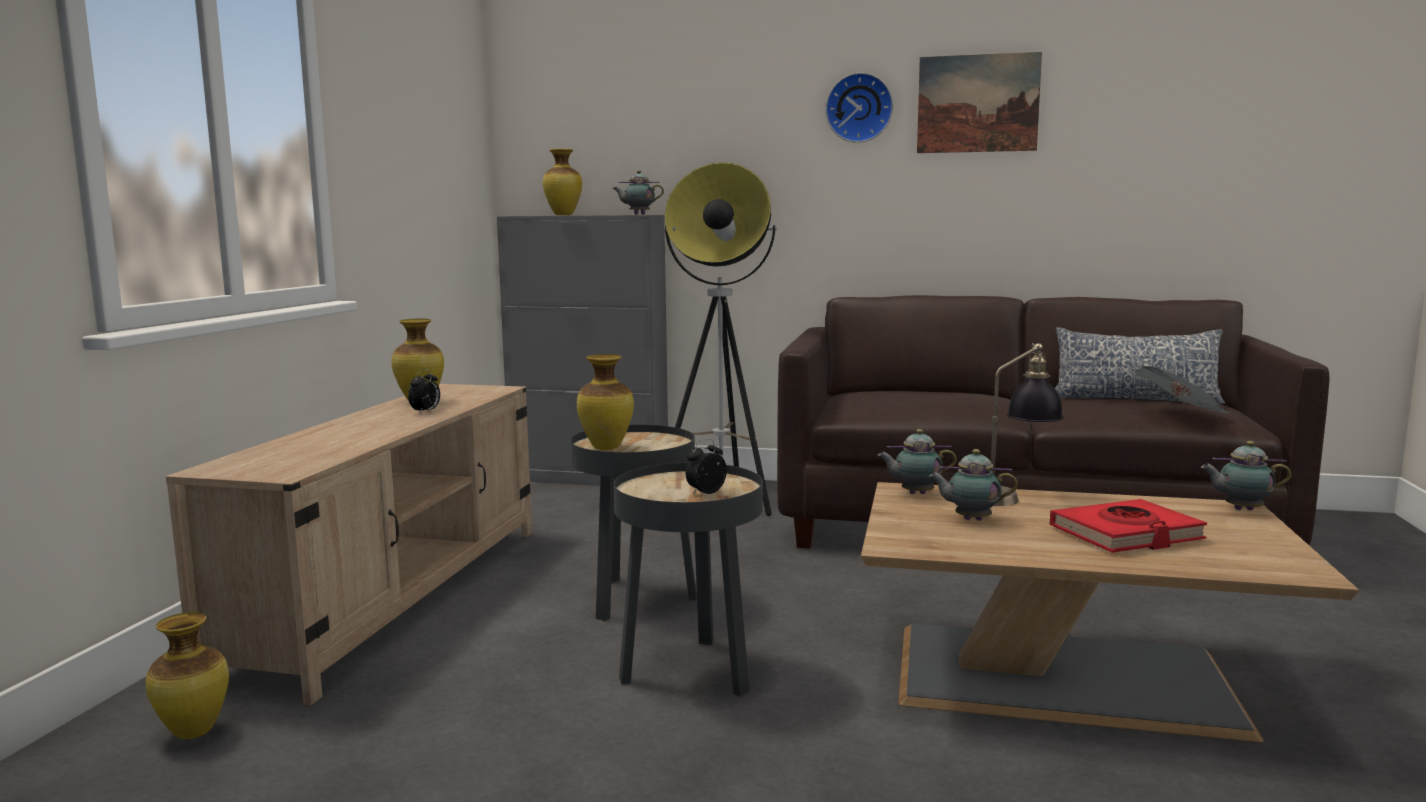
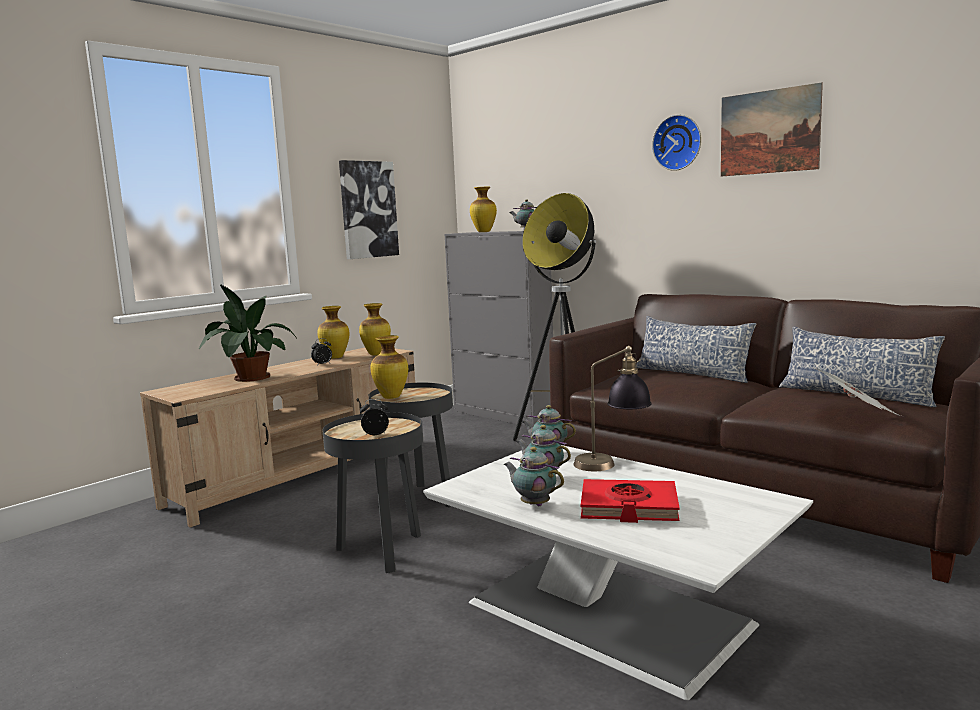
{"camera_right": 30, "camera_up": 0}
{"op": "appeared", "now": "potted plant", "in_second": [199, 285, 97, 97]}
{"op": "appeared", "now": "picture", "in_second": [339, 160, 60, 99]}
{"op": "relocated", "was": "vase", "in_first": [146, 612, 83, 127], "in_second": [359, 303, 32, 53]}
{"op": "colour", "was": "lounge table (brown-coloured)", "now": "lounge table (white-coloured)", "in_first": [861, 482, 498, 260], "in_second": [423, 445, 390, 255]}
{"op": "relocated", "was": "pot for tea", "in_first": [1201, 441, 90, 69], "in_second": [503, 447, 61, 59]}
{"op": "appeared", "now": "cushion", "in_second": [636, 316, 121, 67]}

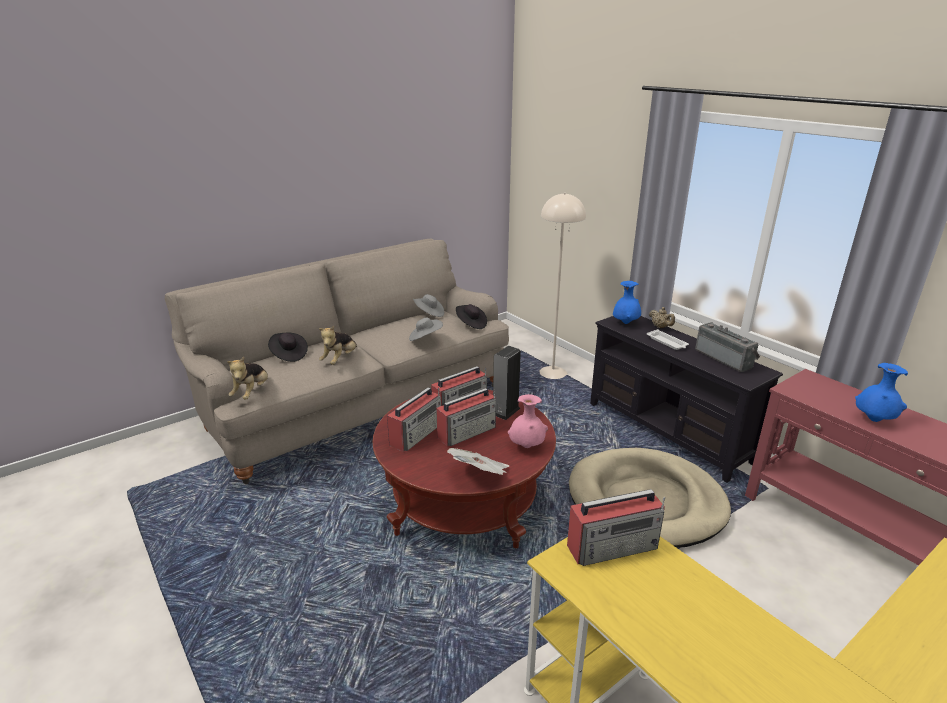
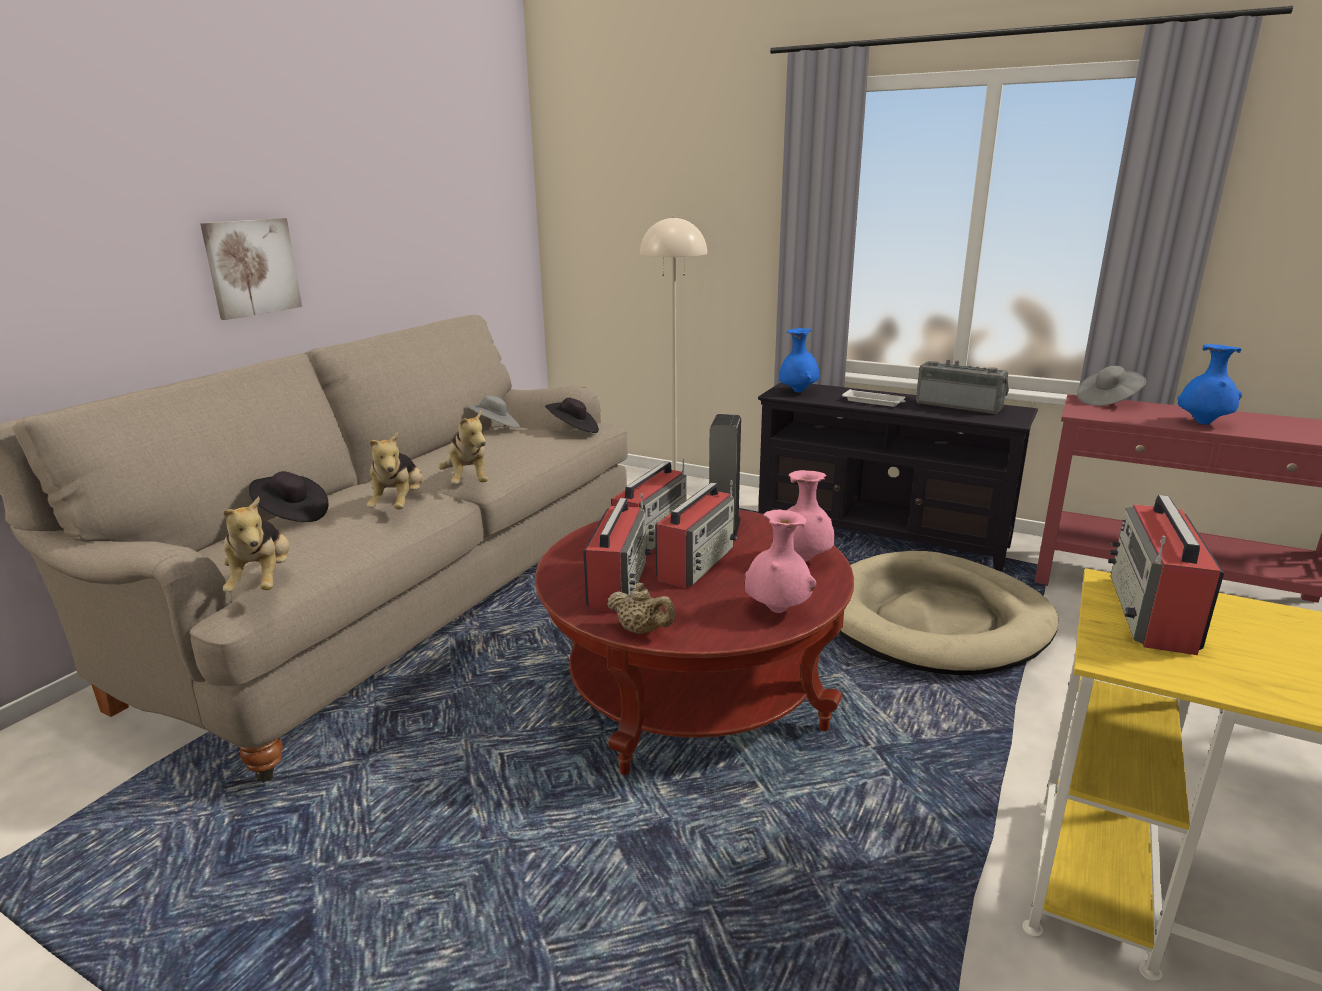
{"camera_right": -25, "camera_up": -5}
{"op": "appeared", "now": "picture", "in_second": [200, 218, 102, 102]}
{"op": "appeared", "now": "cuddly toy", "in_second": [438, 409, 50, 75]}
{"op": "relocated", "was": "pot for tea (sand-coloured)", "in_first": [649, 307, 26, 21], "in_second": [607, 583, 68, 51]}
{"op": "exchanged", "was": "daily paper", "now": "vase (pinkish)", "in_first": [447, 448, 62, 27], "in_second": [745, 510, 71, 103]}
{"op": "relocated", "was": "wearable hat (grey)", "in_first": [409, 318, 34, 23], "in_second": [1077, 366, 69, 40]}
{"op": "spun", "was": "radio", "in_first": [567, 489, 98, 77], "in_second": [1108, 495, 116, 160], "clockwise": 150}

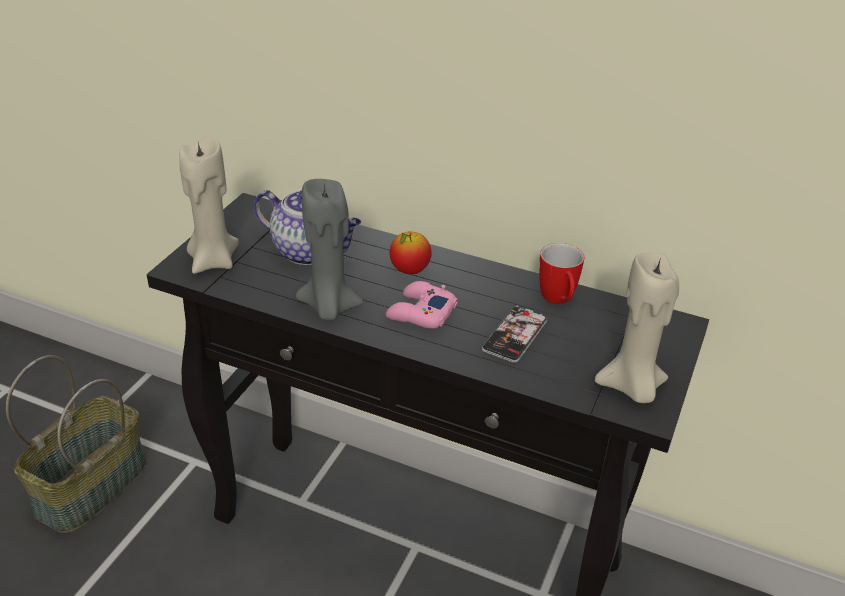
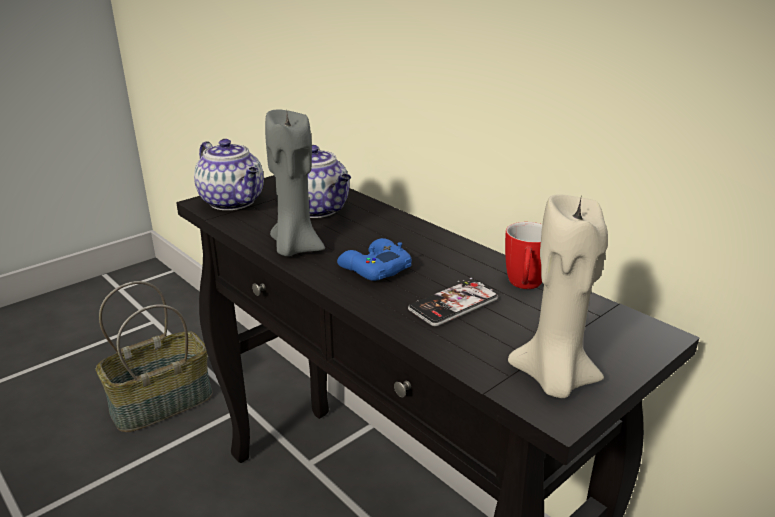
{"camera_right": 25, "camera_up": -10}
{"op": "exchanged", "was": "candle (sand-coloured)", "now": "pot for tea", "in_first": [179, 136, 60, 138], "in_second": [194, 139, 70, 71]}
{"op": "colour", "was": "joypad (pinkish)", "now": "joypad (blue-coloured)", "in_first": [386, 281, 72, 48], "in_second": [337, 238, 75, 43]}
{"op": "missing", "was": "whole apple", "in_first": [390, 231, 42, 43]}

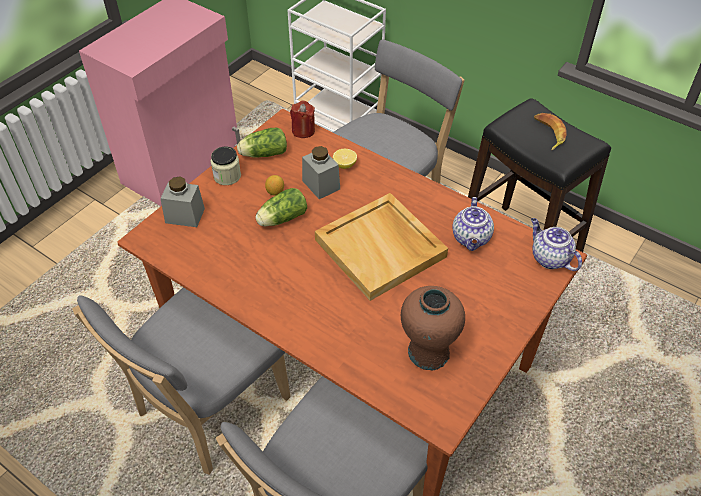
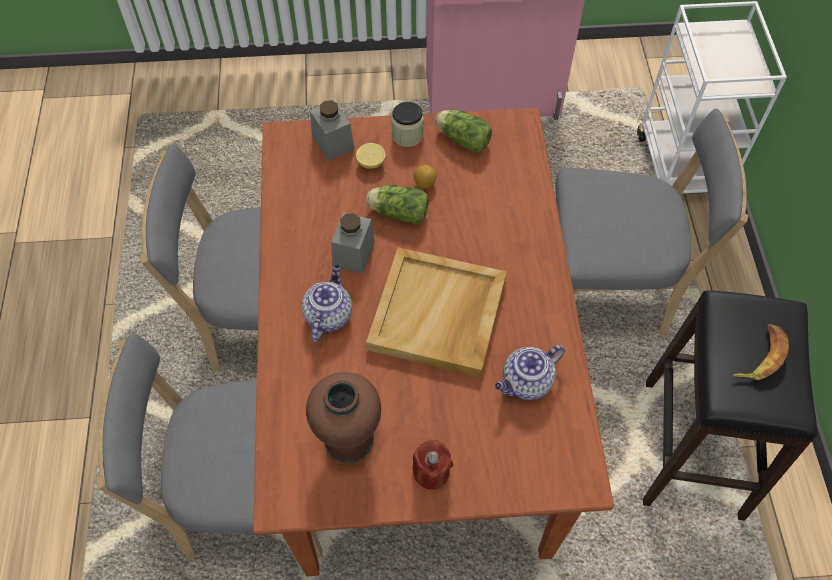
{"camera_right": 50, "camera_up": 10}
{"op": "relocated", "was": "pot for tea", "in_first": [531, 218, 51, 53], "in_second": [302, 264, 50, 78]}
{"op": "relocated", "was": "jar (grey)", "in_first": [302, 146, 38, 53], "in_second": [331, 213, 44, 61]}
{"op": "relocated", "was": "lemon", "in_first": [333, 149, 24, 20], "in_second": [356, 143, 29, 26]}
{"op": "relocated", "was": "candle (reddish)", "in_first": [290, 100, 25, 38], "in_second": [412, 440, 41, 49]}

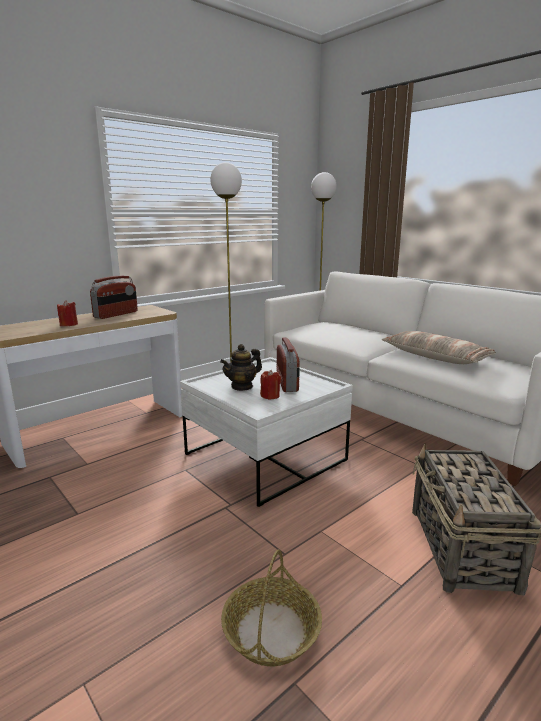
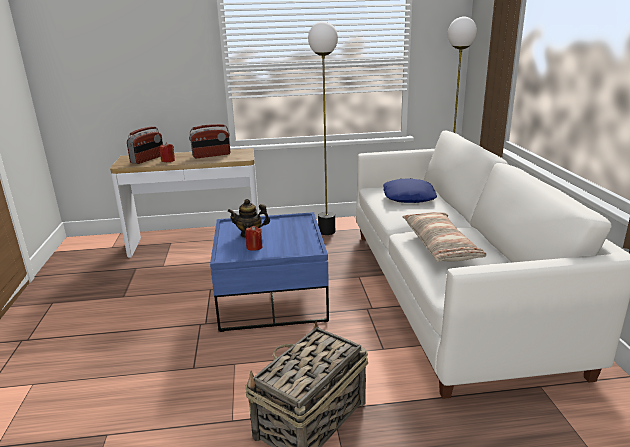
{"camera_right": 35, "camera_up": 5}
{"op": "relocated", "was": "radio", "in_first": [276, 337, 24, 55], "in_second": [127, 126, 36, 38]}
{"op": "colour", "was": "lounge table (white-coloured)", "now": "lounge table (blue-coloured)", "in_first": [180, 357, 173, 150], "in_second": [210, 212, 119, 120]}
{"op": "appeared", "now": "cushion (blue-coloured)", "in_second": [383, 178, 54, 25]}
{"op": "missing", "was": "storage basket", "in_first": [221, 550, 101, 116]}

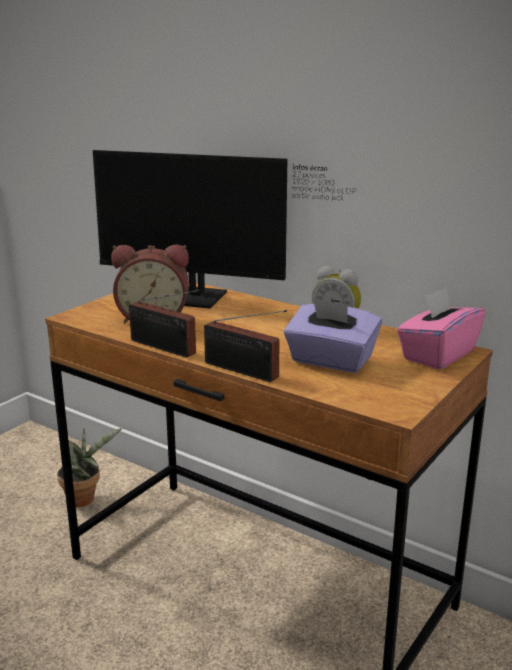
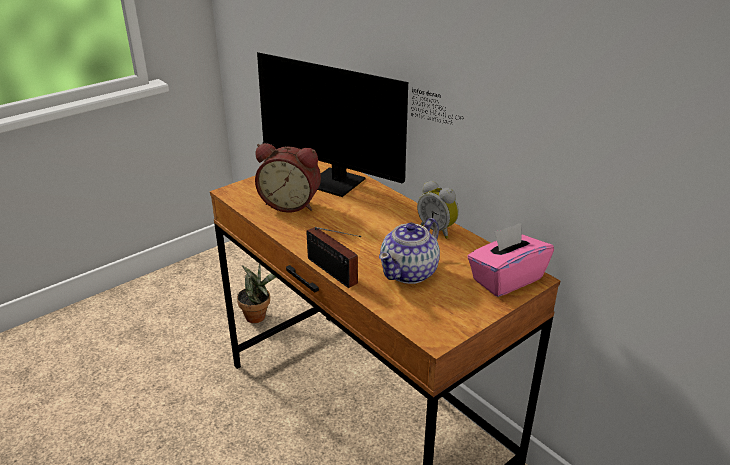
{"camera_right": 15, "camera_up": 10}
{"op": "exchanged", "was": "tissue box (purple-coloured)", "now": "pot for tea", "in_first": [284, 298, 98, 75], "in_second": [379, 218, 61, 66]}
{"op": "missing", "was": "radio", "in_first": [129, 290, 71, 68]}

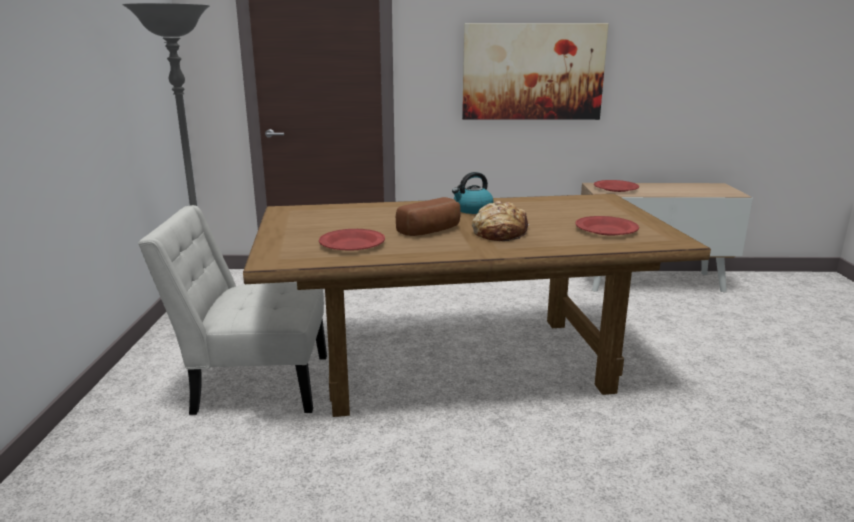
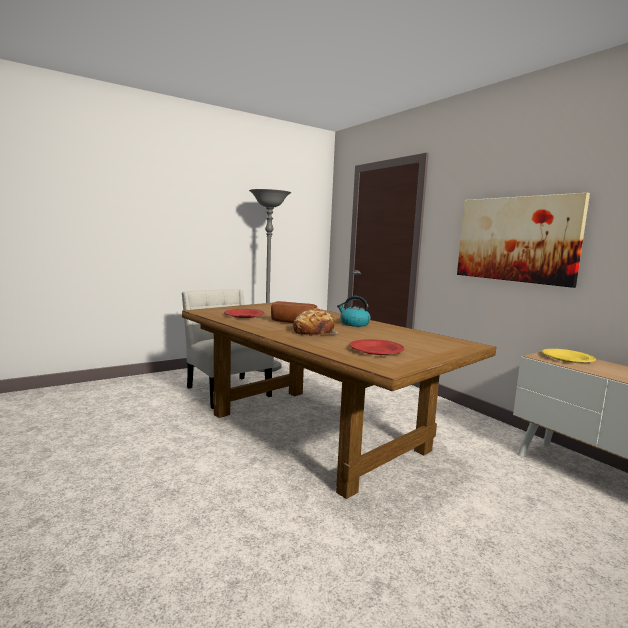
{"camera_right": 55, "camera_up": -10}
{"op": "colour", "was": "flat dish (reddish)", "now": "flat dish (yellow)", "in_first": [594, 180, 45, 12], "in_second": [542, 349, 54, 14]}

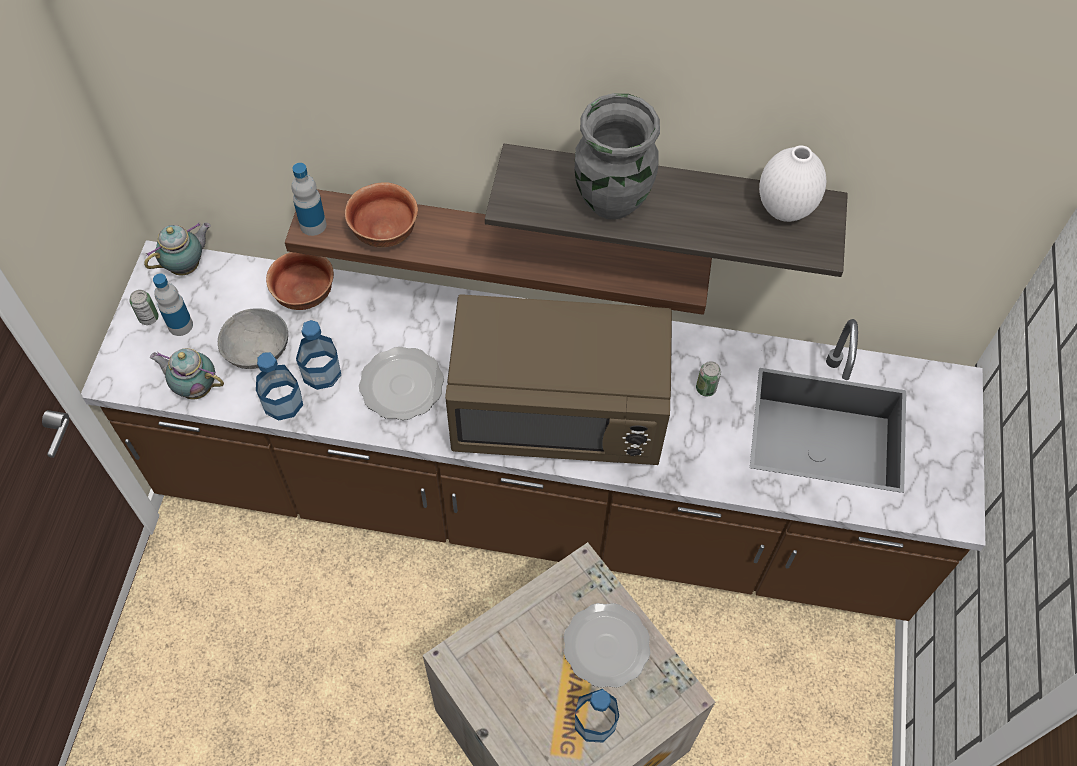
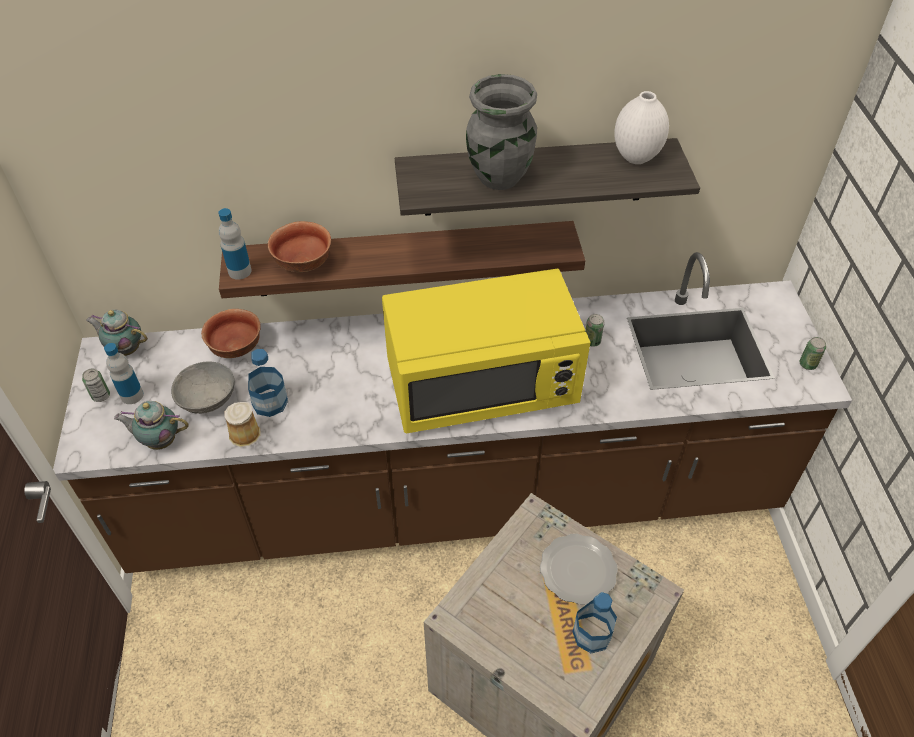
{"camera_right": -15, "camera_up": -10}
{"op": "spun", "was": "pot for tea", "in_first": [144, 222, 67, 53], "in_second": [86, 310, 62, 46], "clockwise": -105}
{"op": "exchanged", "was": "drink bottle", "now": "tea mug", "in_first": [256, 352, 47, 69], "in_second": [225, 402, 35, 45]}
{"op": "colour", "was": "microwave (brown-coloured)", "now": "microwave (yellow)", "in_first": [445, 294, 227, 171], "in_second": [382, 269, 209, 164]}
{"op": "appeared", "now": "can", "in_second": [799, 337, 27, 33]}
{"op": "missing", "was": "flat dish", "in_first": [359, 347, 85, 73]}

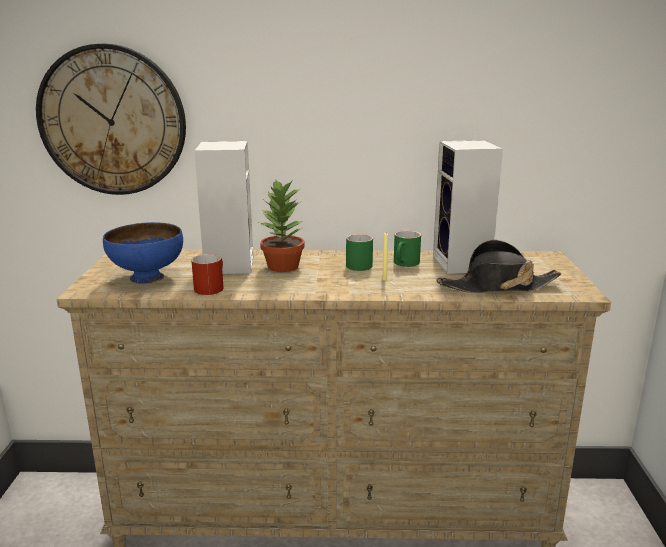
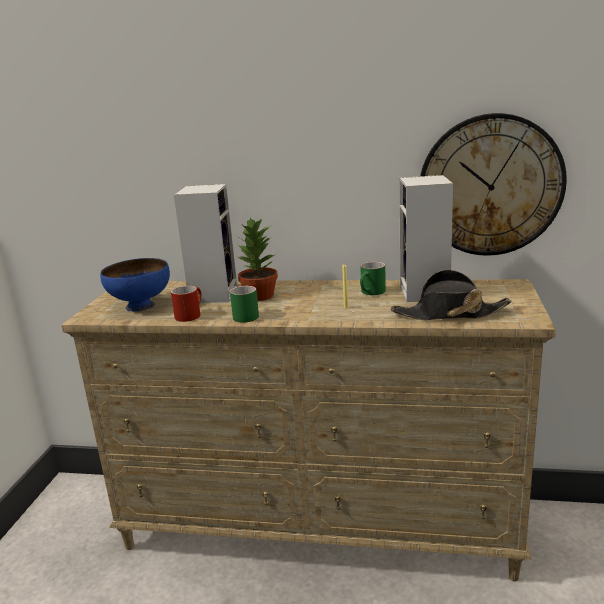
{"camera_right": 10, "camera_up": 0}
{"op": "relocated", "was": "tea mug (green)", "in_first": [346, 234, 27, 37], "in_second": [230, 286, 29, 37]}
{"op": "relocated", "was": "wall clock", "in_first": [36, 44, 150, 151], "in_second": [420, 113, 147, 143]}

